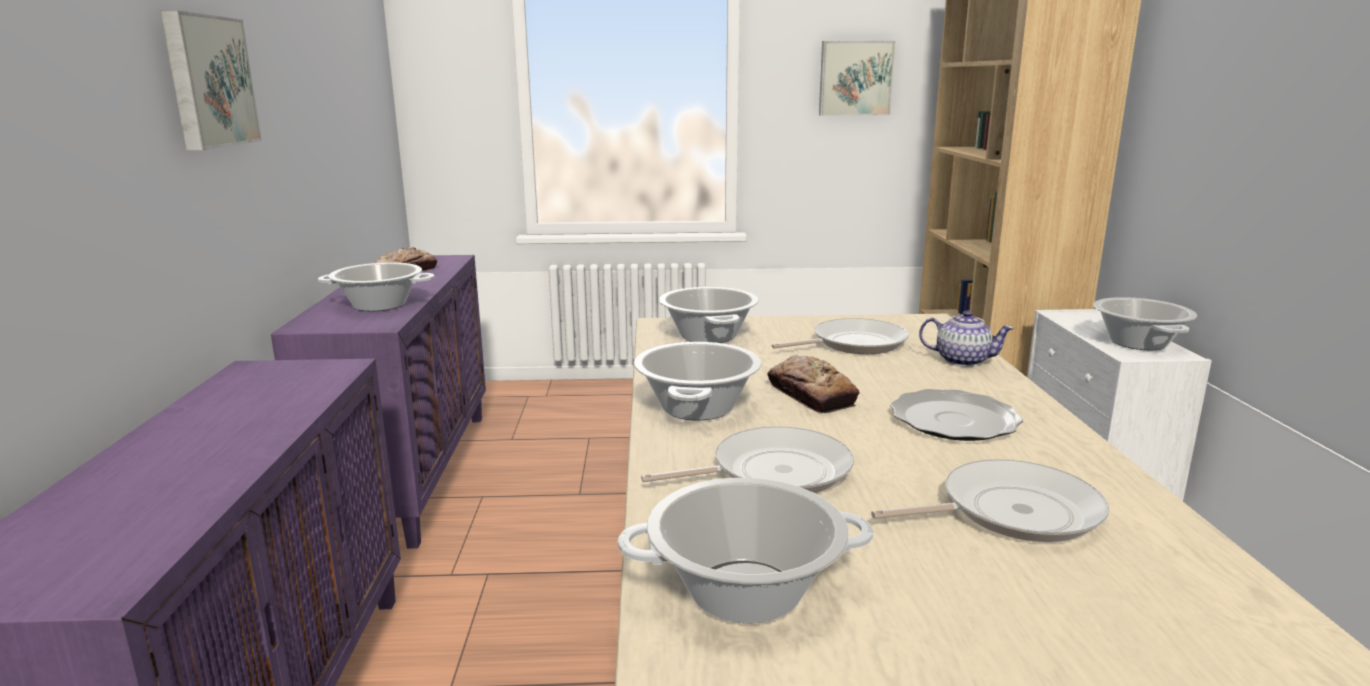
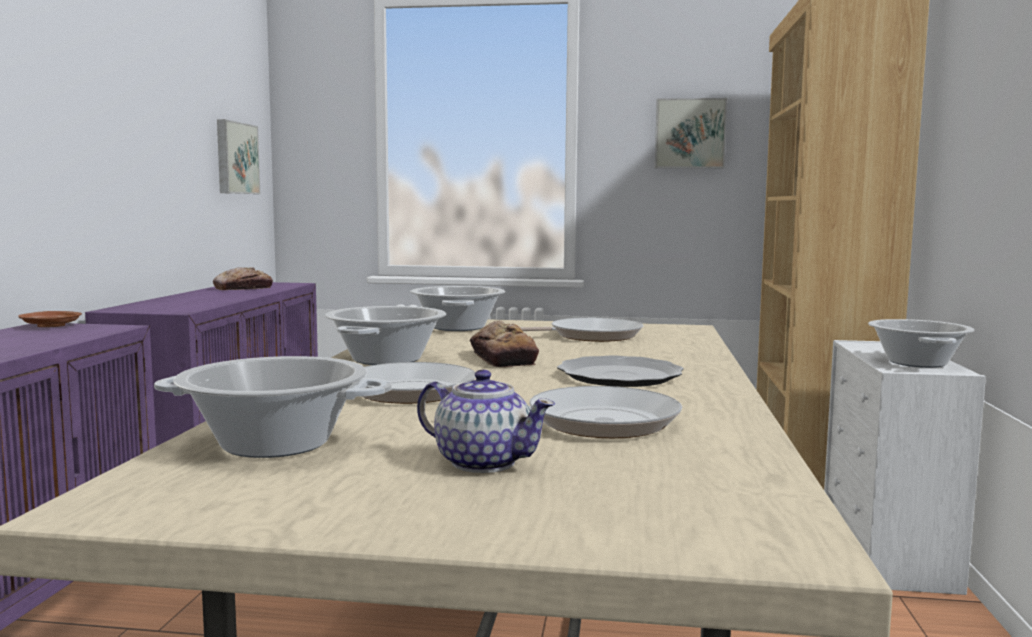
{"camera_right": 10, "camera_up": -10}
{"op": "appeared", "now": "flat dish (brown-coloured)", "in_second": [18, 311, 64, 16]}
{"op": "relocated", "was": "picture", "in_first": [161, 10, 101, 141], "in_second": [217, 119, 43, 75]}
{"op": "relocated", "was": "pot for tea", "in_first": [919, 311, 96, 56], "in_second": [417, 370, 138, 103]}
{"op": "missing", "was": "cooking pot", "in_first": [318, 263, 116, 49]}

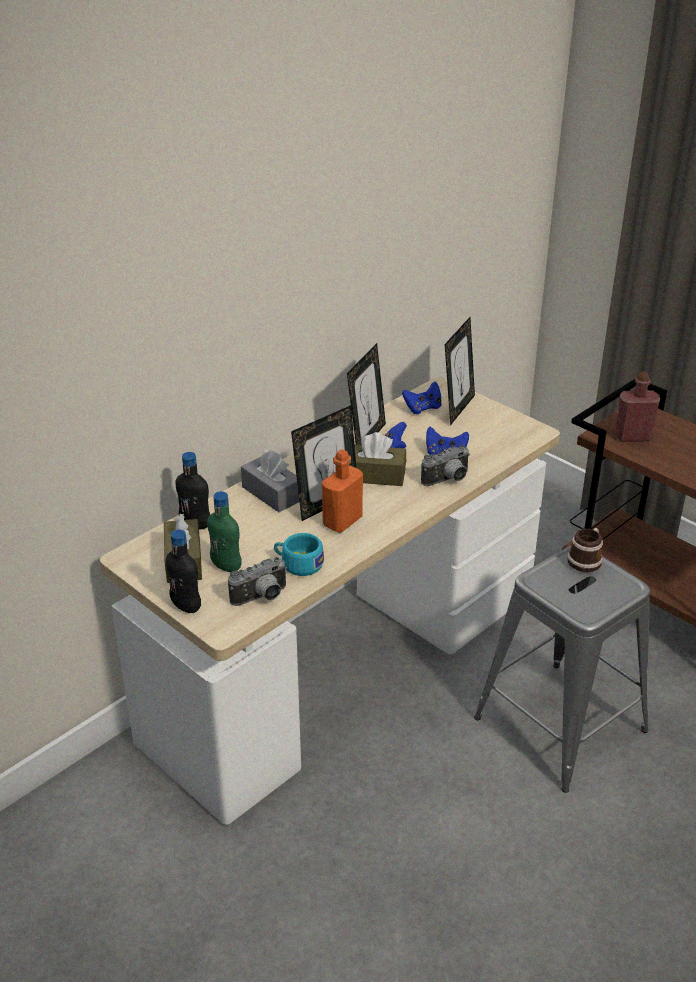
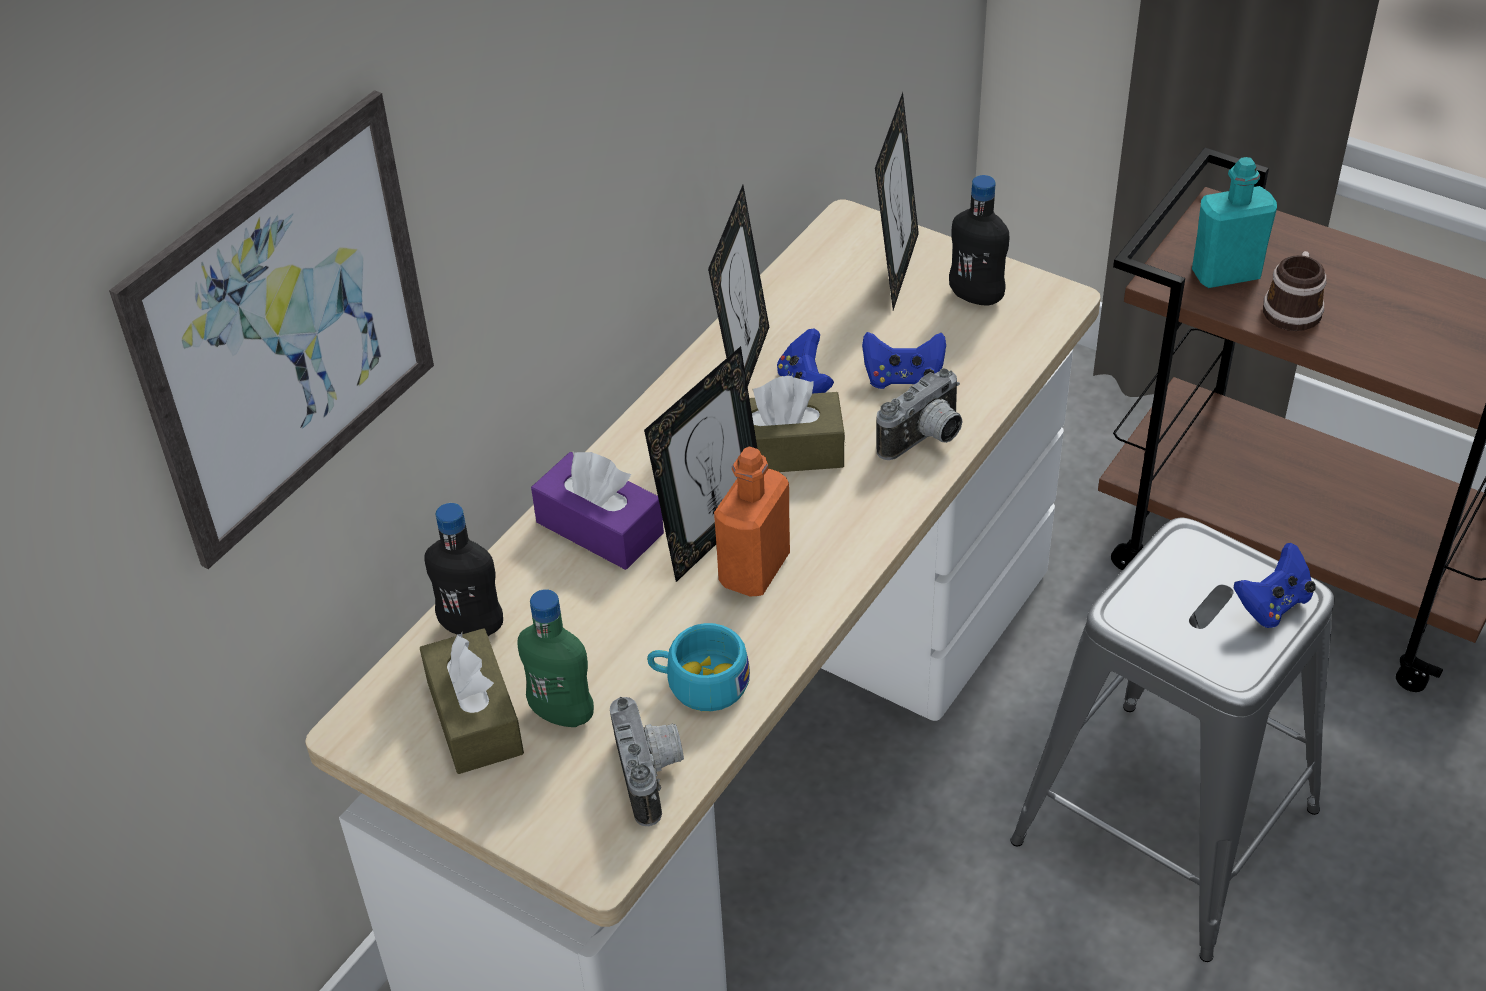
{"camera_right": -10, "camera_up": 10}
{"op": "appeared", "now": "picture", "in_second": [109, 90, 325, 479]}
{"op": "colour", "was": "tissue box (grey)", "now": "tissue box (purple-coloured)", "in_first": [241, 450, 58, 62], "in_second": [531, 452, 133, 118]}
{"op": "spun", "was": "photo camera", "in_first": [228, 557, 59, 49], "in_second": [610, 697, 74, 129], "clockwise": -60}
{"op": "relocated", "was": "drink bottle (blackish)", "in_first": [166, 529, 35, 84], "in_second": [949, 175, 60, 130]}
{"op": "colour", "was": "drink bottle (reddish)", "now": "drink bottle (blue-green)", "in_first": [615, 372, 45, 70], "in_second": [1192, 157, 85, 131]}
{"op": "relocated", "was": "joypad (blue-coloured)", "in_first": [402, 381, 39, 33], "in_second": [1234, 543, 82, 85]}
{"op": "relocated", "was": "tea mug", "in_first": [567, 528, 36, 44], "in_second": [1263, 251, 63, 80]}

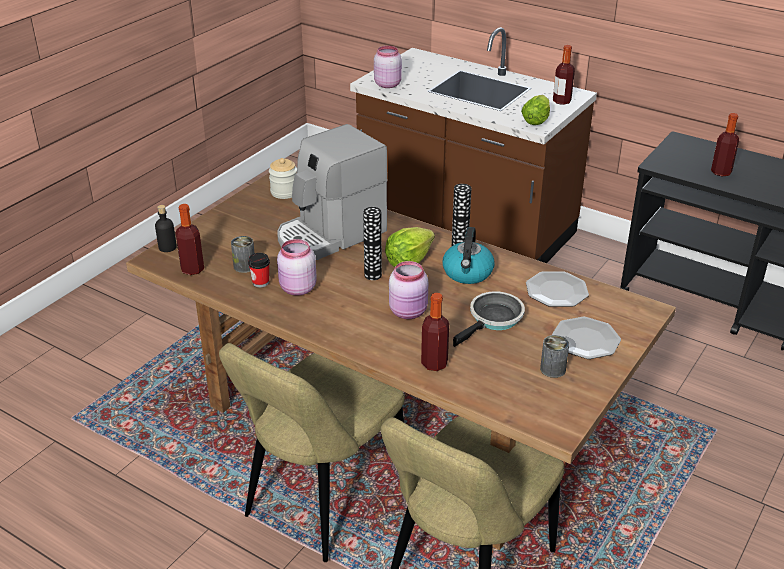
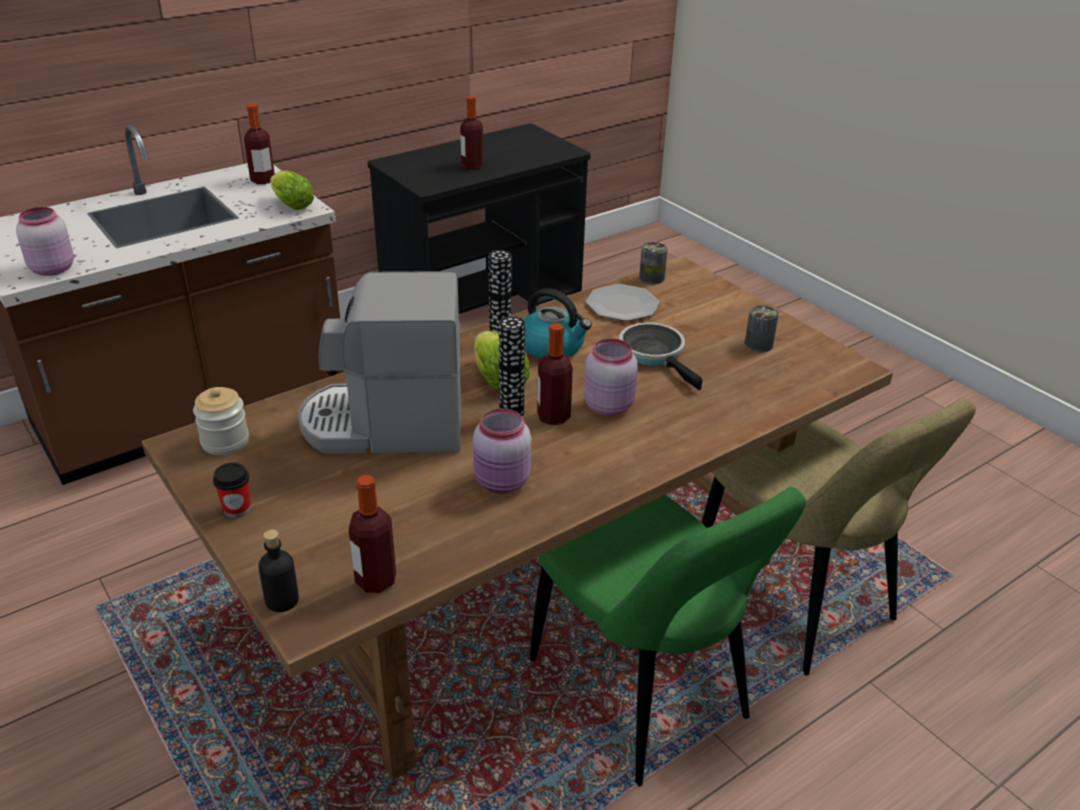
{"camera_right": -70, "camera_up": 0}
{"op": "relocated", "was": "small cup", "in_first": [248, 253, 22, 35], "in_second": [213, 462, 38, 56]}
{"op": "spun", "was": "coffee machine", "in_first": [277, 124, 111, 136], "in_second": [298, 271, 163, 183], "clockwise": 105}
{"op": "colour", "was": "chair (sand-coloured)", "now": "chair (green)", "in_first": [219, 343, 186, 219], "in_second": [530, 487, 276, 300]}
{"op": "relocated", "was": "drink bottle", "in_first": [421, 293, 28, 78], "in_second": [537, 323, 36, 102]}
{"op": "relocated", "was": "can", "in_first": [231, 236, 23, 37], "in_second": [639, 242, 29, 42]}
{"op": "missing", "was": "flat dish", "in_first": [552, 317, 69, 42]}

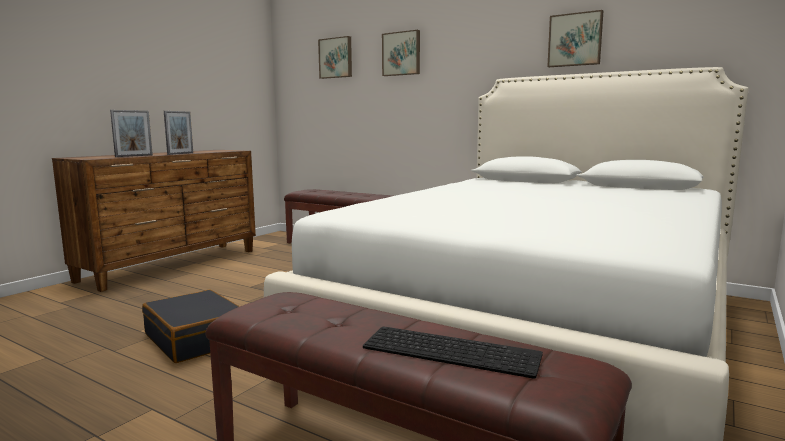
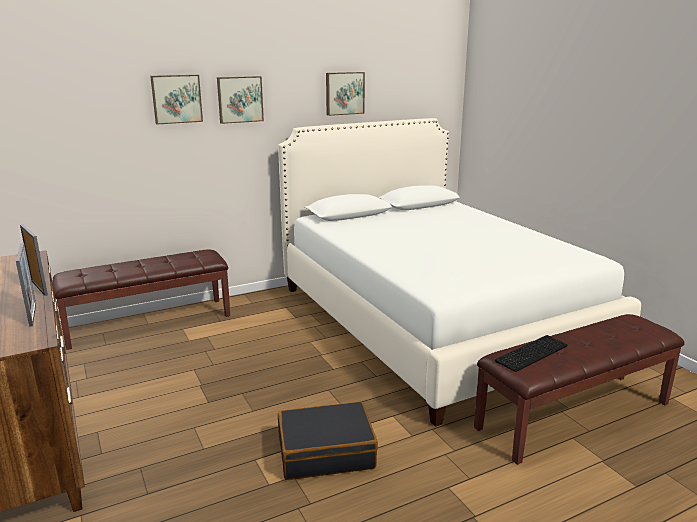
{"camera_right": -60, "camera_up": 10}
{"op": "relocated", "was": "picture", "in_first": [318, 36, 34, 43], "in_second": [217, 76, 47, 48]}
{"op": "relocated", "was": "computer keyboard", "in_first": [363, 326, 180, 53], "in_second": [495, 335, 73, 37]}

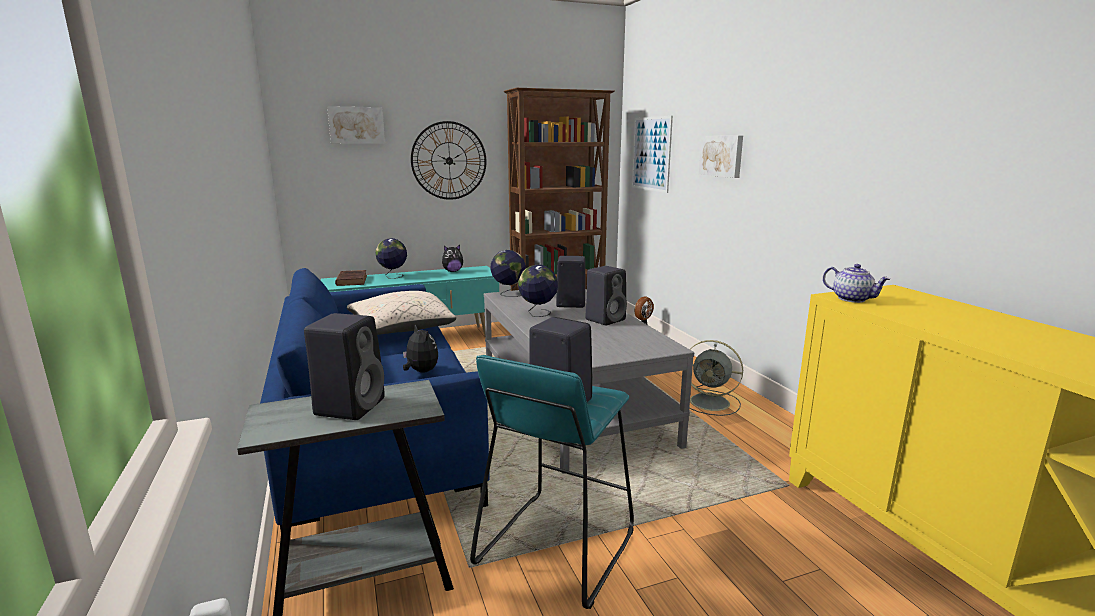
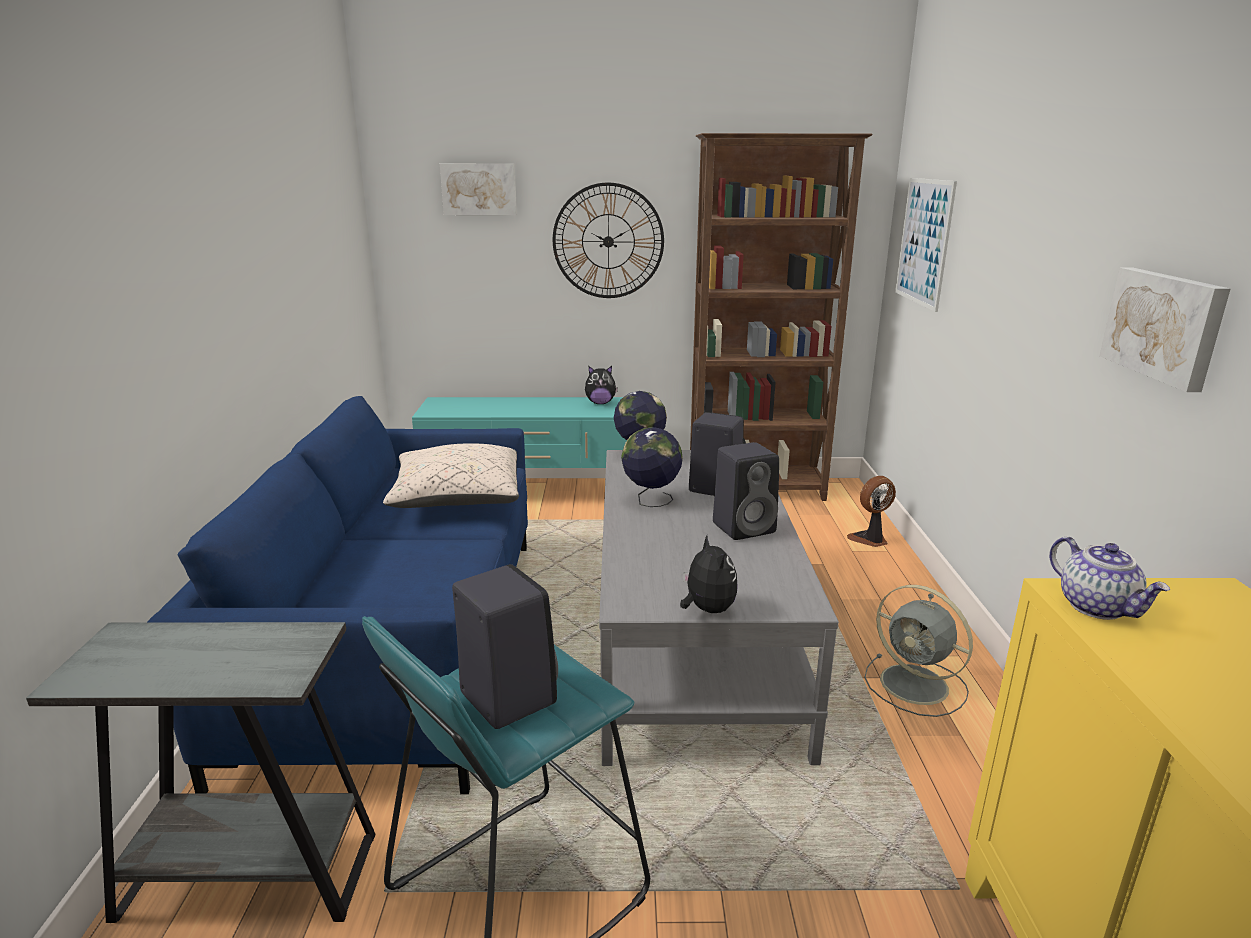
{"camera_right": 20, "camera_up": 5}
{"op": "relocated", "was": "cuddly toy", "in_first": [403, 324, 35, 49], "in_second": [680, 535, 58, 78]}
{"op": "relocated", "was": "picture", "in_first": [699, 136, 44, 42], "in_second": [1100, 267, 130, 125]}
{"op": "missing", "was": "speaker (blackish)", "in_first": [304, 313, 81, 107]}
{"op": "missing", "was": "volume (brown-coloured)", "in_first": [335, 270, 32, 16]}
{"op": "missing", "was": "world globe", "in_first": [375, 238, 32, 41]}

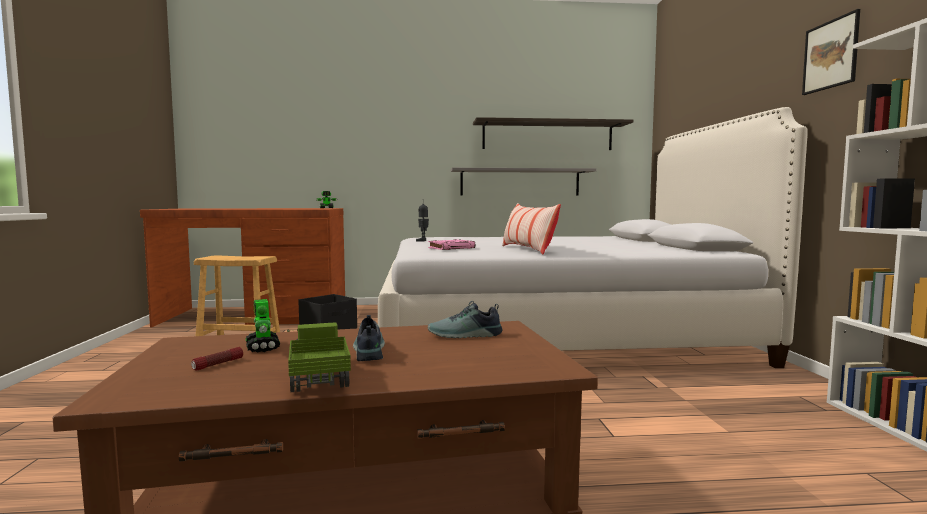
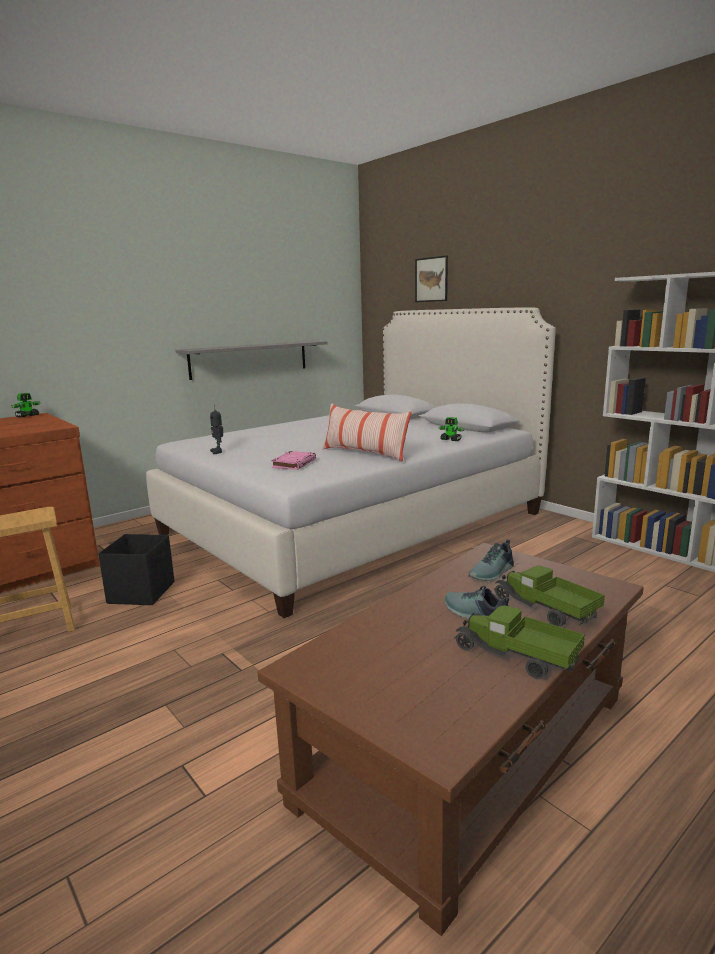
{"camera_right": -35, "camera_up": 10}
{"op": "relocated", "was": "picture", "in_first": [802, 9, 58, 86], "in_second": [415, 256, 33, 46]}
{"op": "relocated", "was": "robot figure", "in_first": [246, 299, 34, 53], "in_second": [438, 417, 27, 24]}
{"op": "appeared", "now": "toy truck", "in_second": [494, 566, 111, 61]}
{"op": "missing", "was": "torch", "in_first": [191, 347, 52, 24]}
{"op": "missing", "was": "wall shelf", "in_first": [473, 117, 161, 33]}

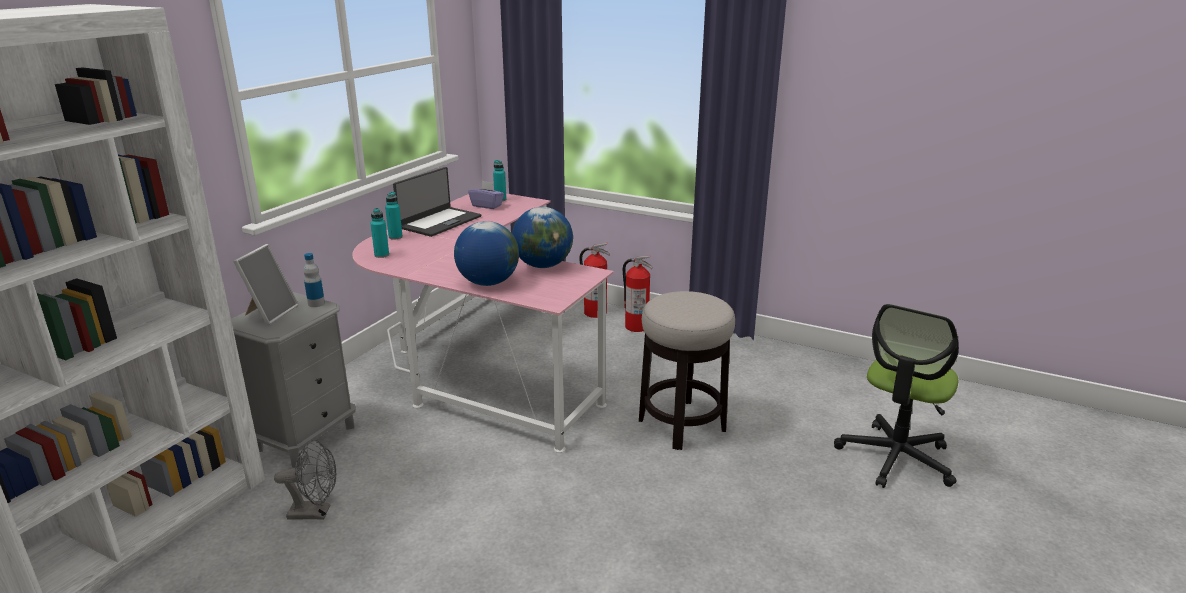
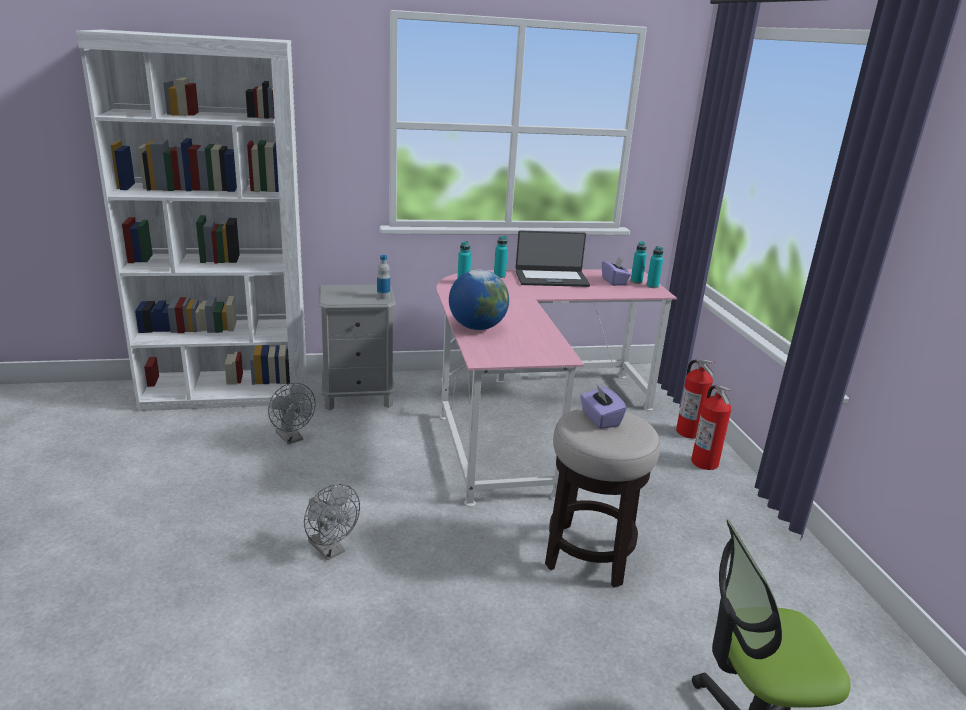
{"camera_right": 50, "camera_up": 0}
{"op": "appeared", "now": "cooling fan (grey)", "in_second": [304, 484, 56, 76]}
{"op": "appeared", "now": "tissue box (purple-coloured)", "in_second": [580, 384, 47, 45]}
{"op": "appeared", "now": "drink bottle (blue-green)", "in_second": [646, 246, 17, 42]}
{"op": "missing", "was": "standing frame", "in_first": [233, 244, 66, 81]}
{"op": "missing", "was": "world globe", "in_first": [512, 207, 61, 61]}

